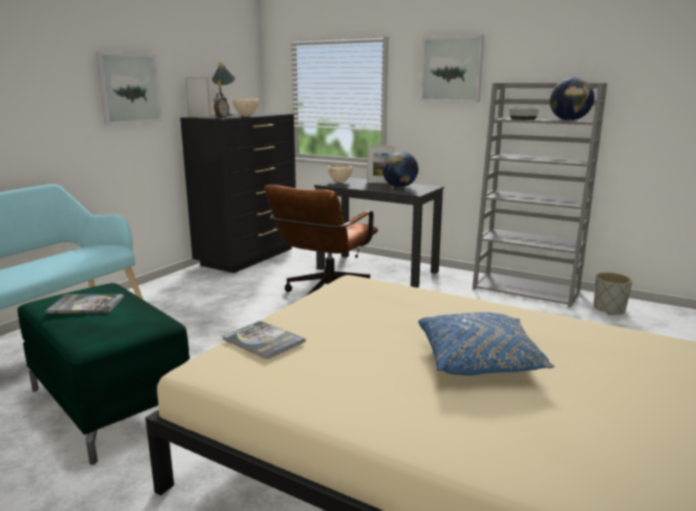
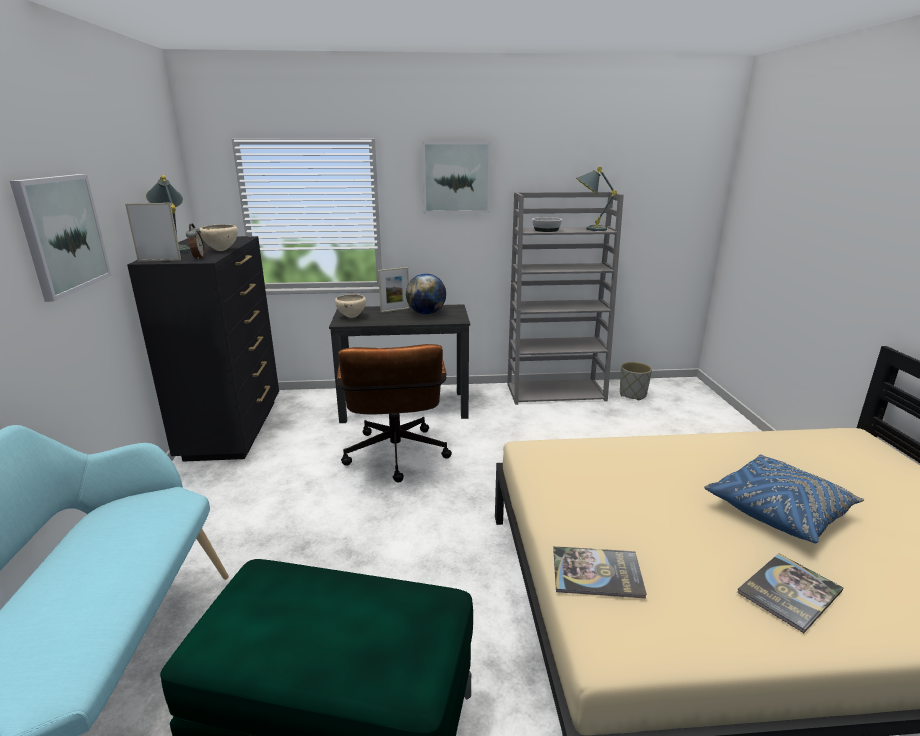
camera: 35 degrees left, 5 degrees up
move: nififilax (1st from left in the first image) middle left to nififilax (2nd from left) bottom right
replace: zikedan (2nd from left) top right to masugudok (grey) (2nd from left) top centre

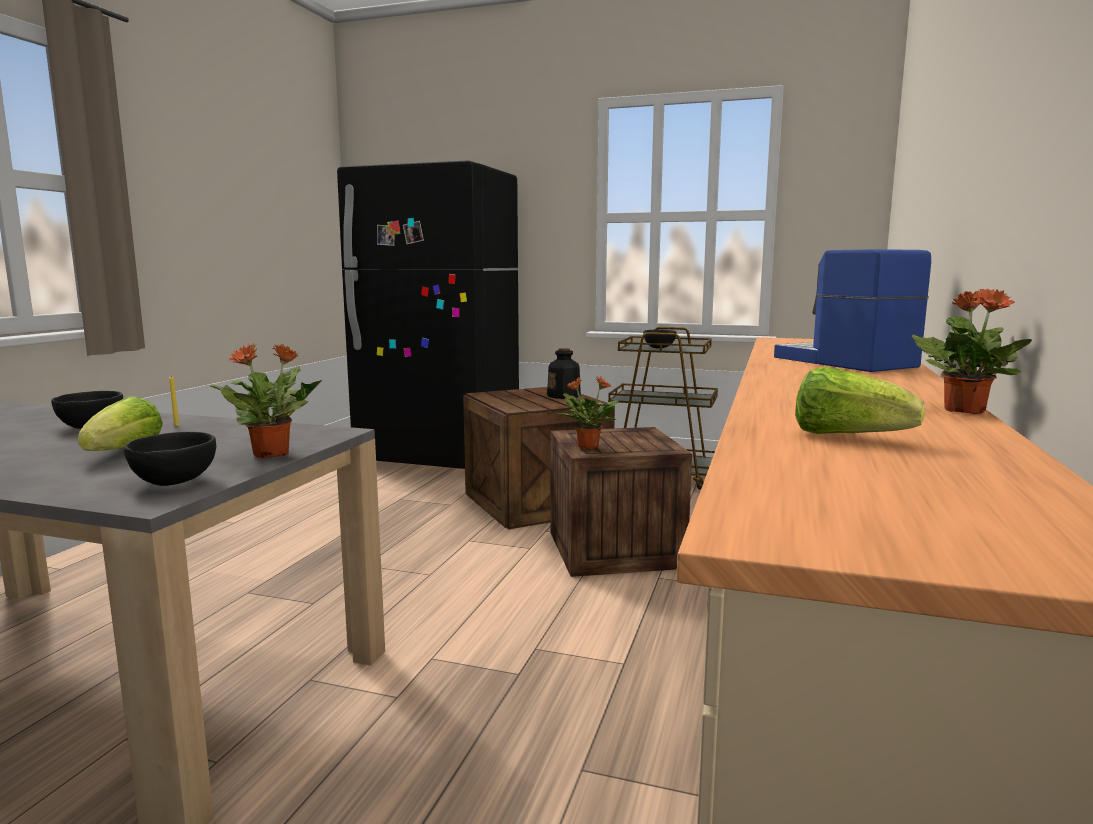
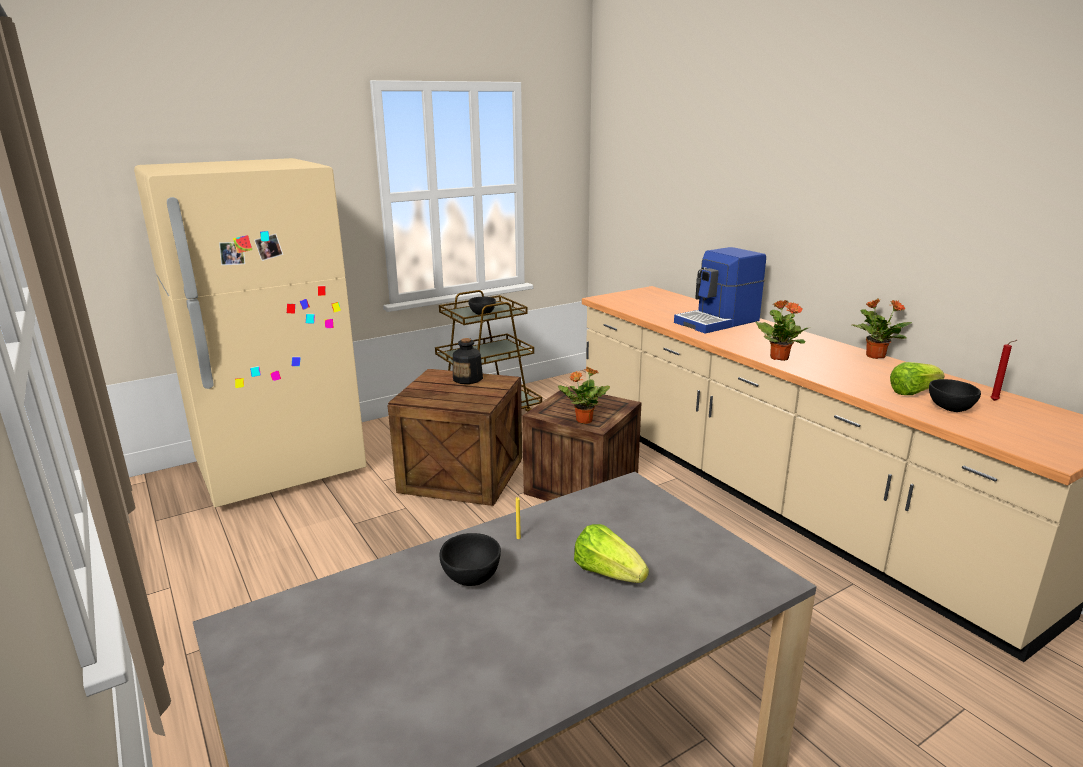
camera: 50 degrees left, 10 degrees up
insert: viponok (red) middle right
move: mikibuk (1st from left in the first image) middle left to mikibuk (2nd from left) middle right; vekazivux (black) (2nd from left in the first image) middle left to vekazivux (black) (3rd from left) middle right
recolor: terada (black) centre to terada (beige) middle left
rotate: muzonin middle right = centre 45 degrees counterclockwise

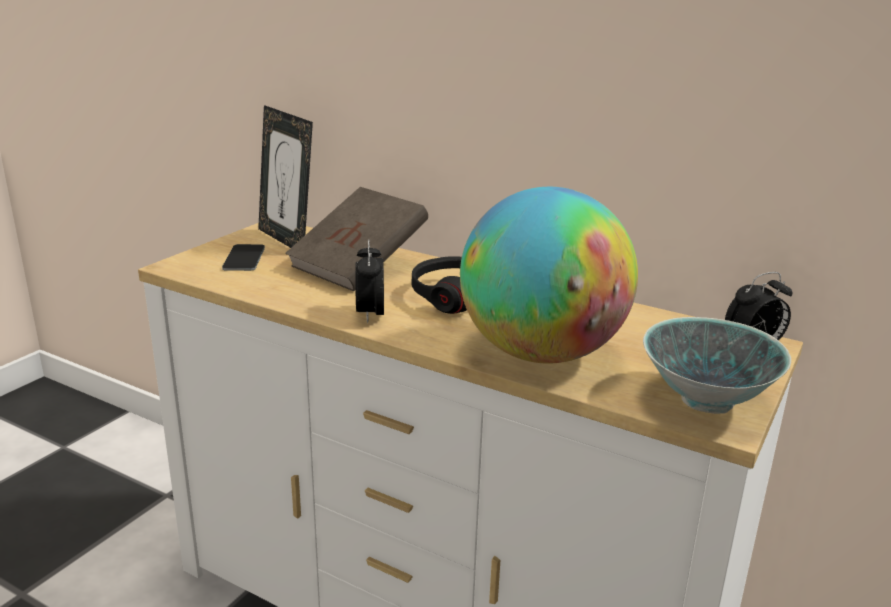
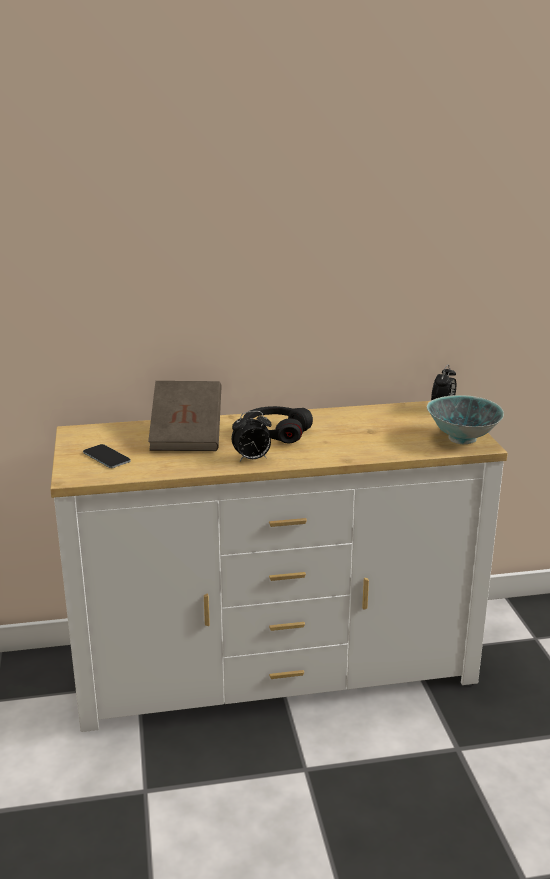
camera: 40 degrees left, 0 degrees up
delete: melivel top left; zikedan centre
rotate: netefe (1st from left) centre = centre 60 degrees counterclockwise

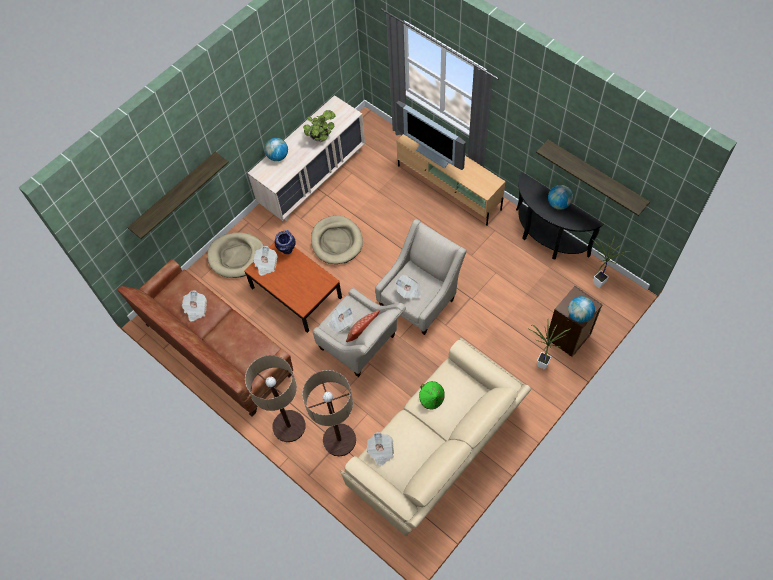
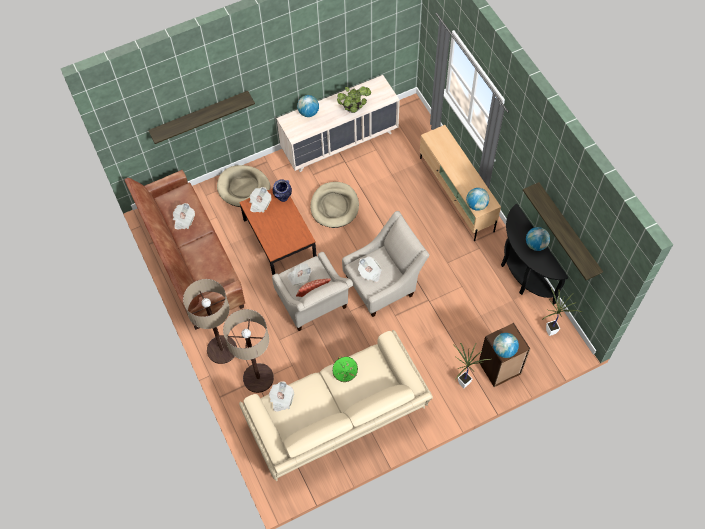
camera: 20 degrees right, 0 degrees up
delete: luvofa top centre
insert: zikedan (2nd from left) middle right

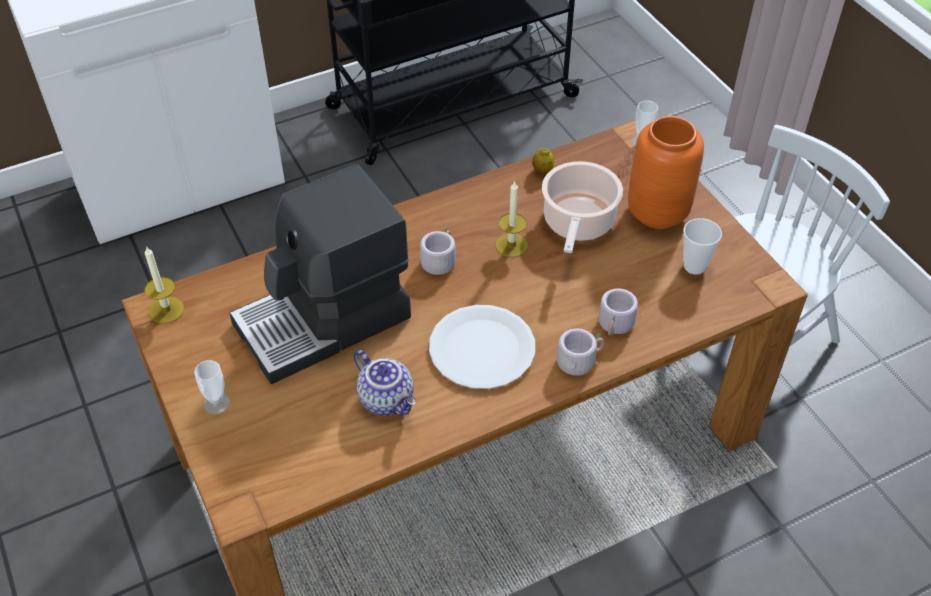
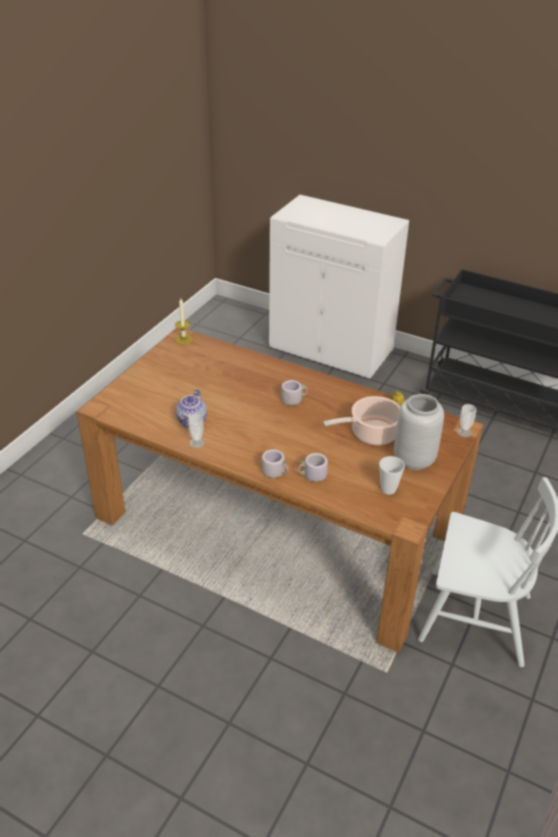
camera: 55 degrees right, 10 degrees down
delete: muzonin centre; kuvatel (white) centre; viponok (2nd from left) centre
move: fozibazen (1st from left) middle left to centre
recolor: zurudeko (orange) top right to zurudeko (grey) middle right

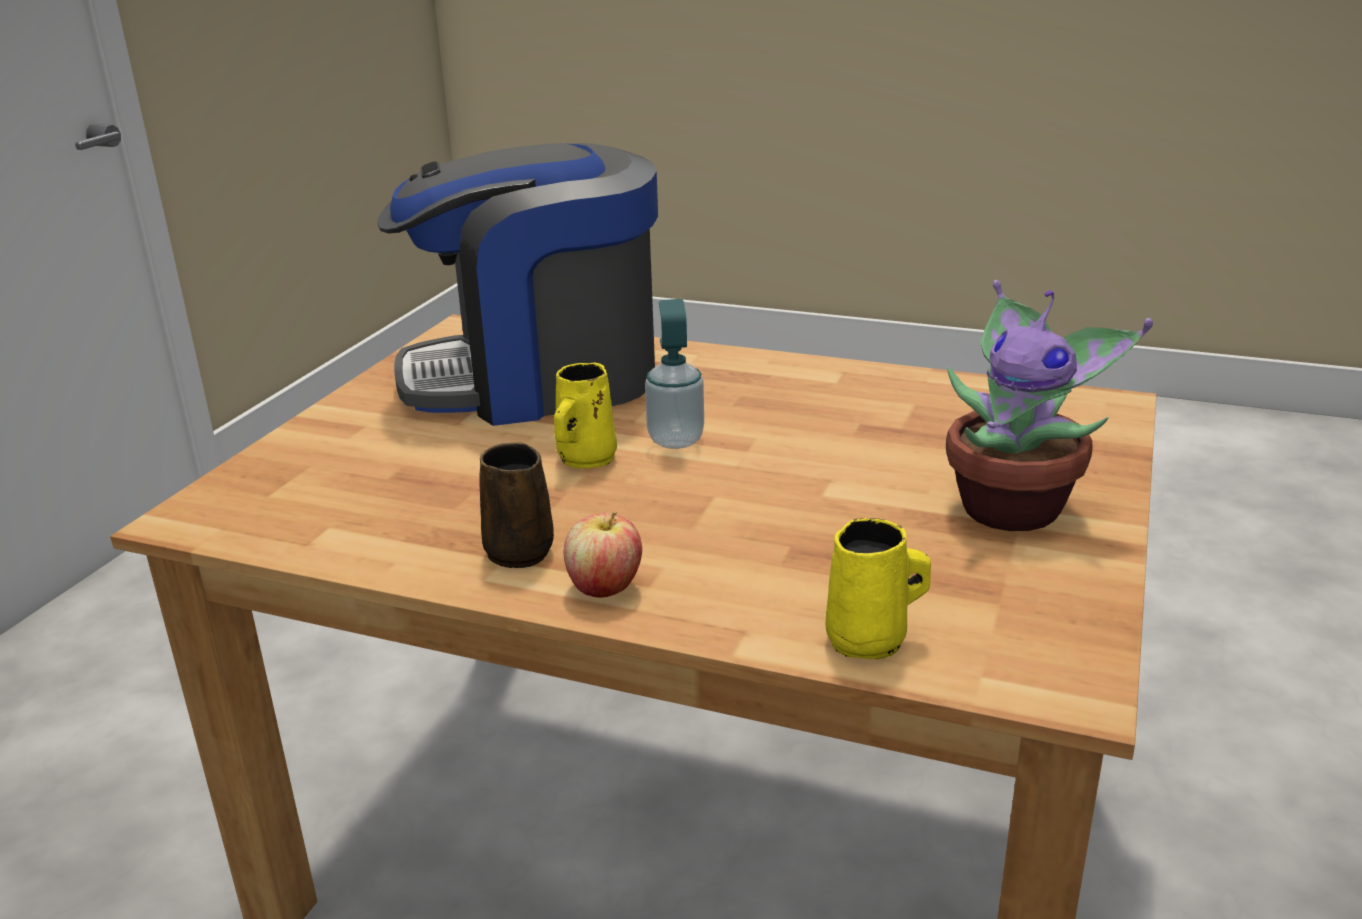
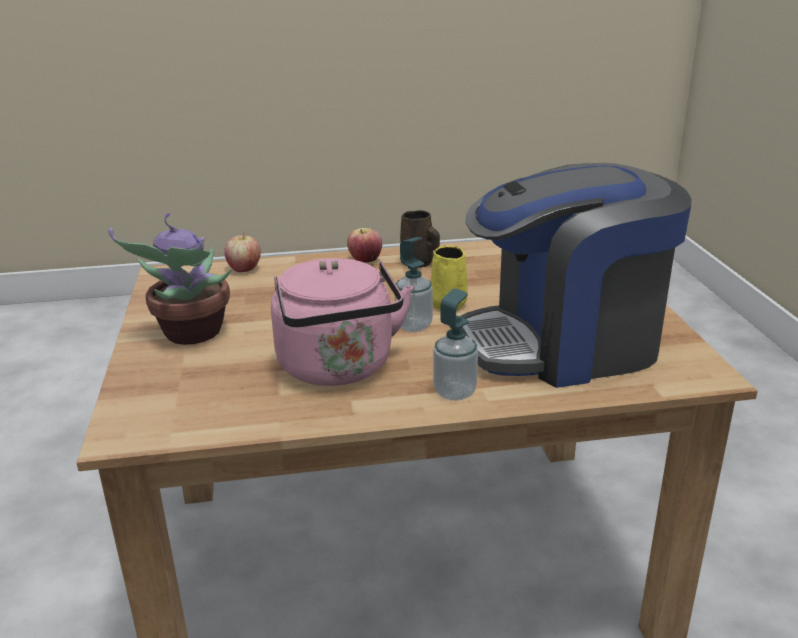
camera: 150 degrees right, 0 degrees up
insert: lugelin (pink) centre; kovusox (2nd from left) centre
replace: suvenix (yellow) (2nd from left) centre to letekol (1st from left) middle left
rotate: muzonin top centre = middle right 150 degrees counterclockwise

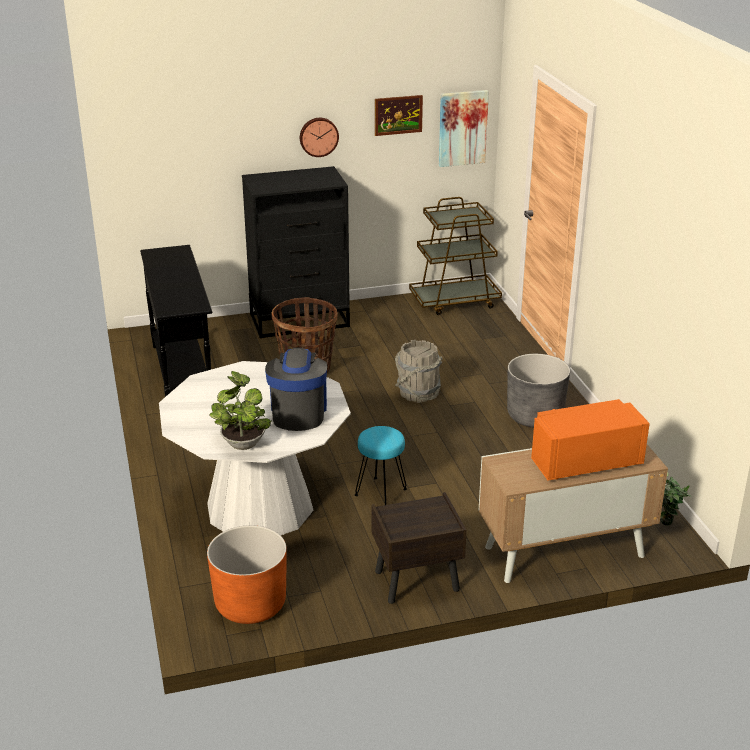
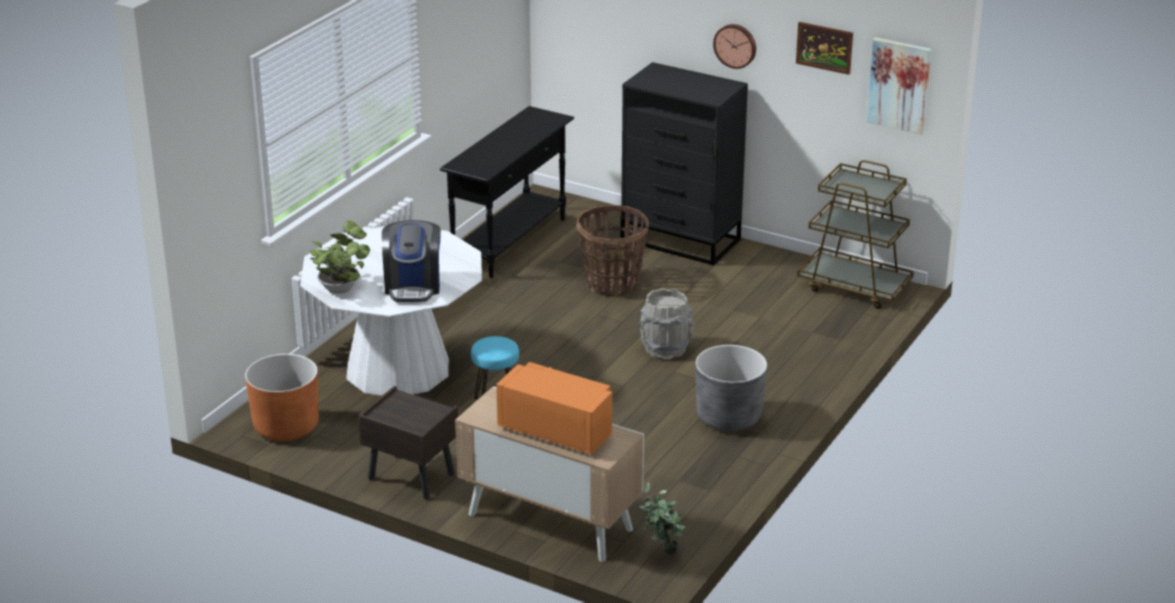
camera: 45 degrees right, 0 degrees up
rotate: muzonin centre = centre 135 degrees clockwise

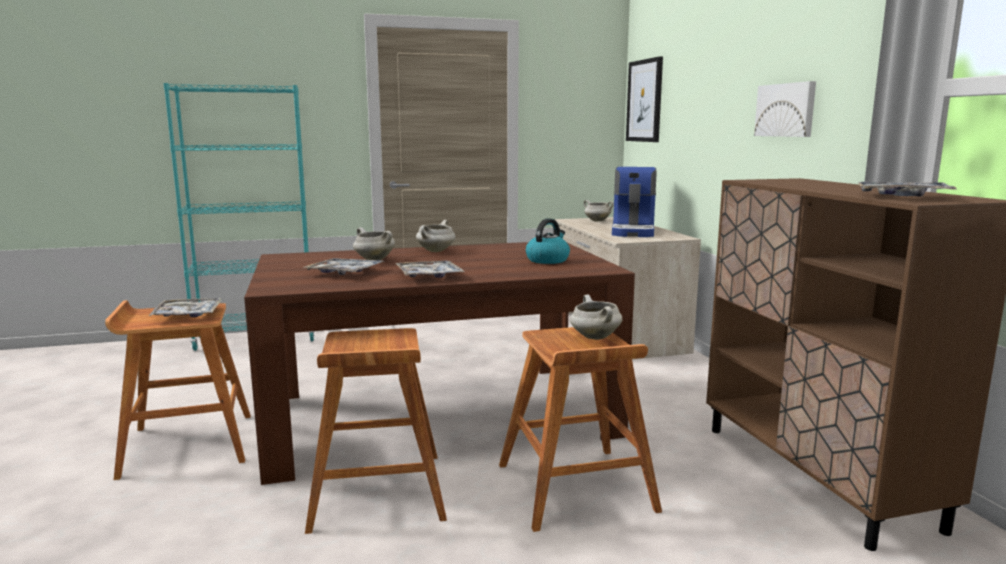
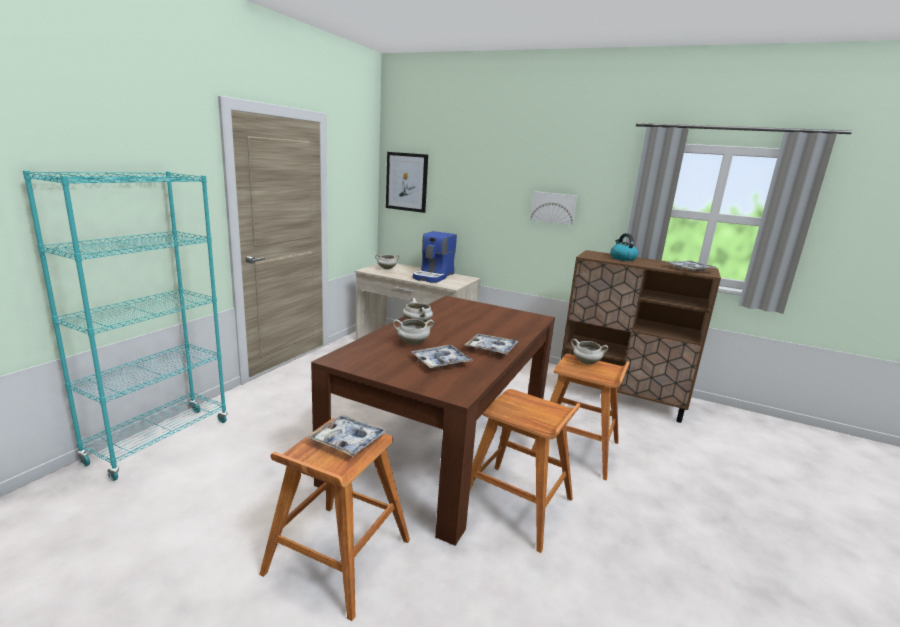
camera: 50 degrees left, 5 degrees up
move: lugelin centre to middle right
rotate: muzonin centre = centre 60 degrees clockwise

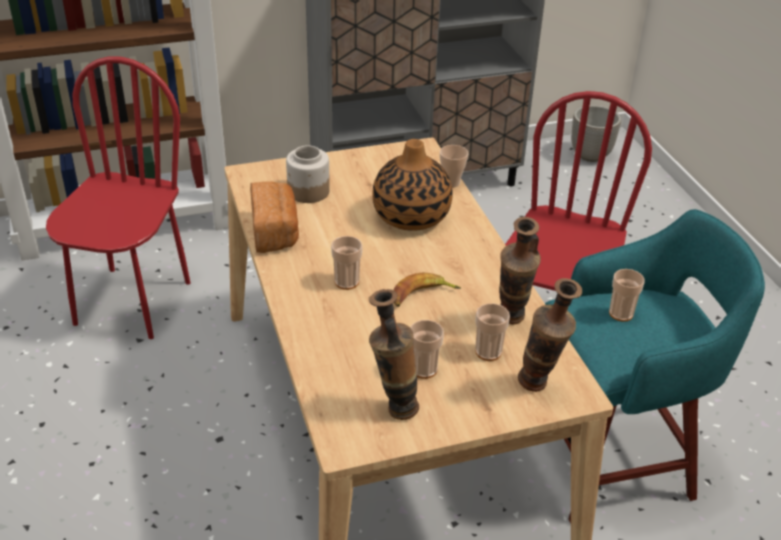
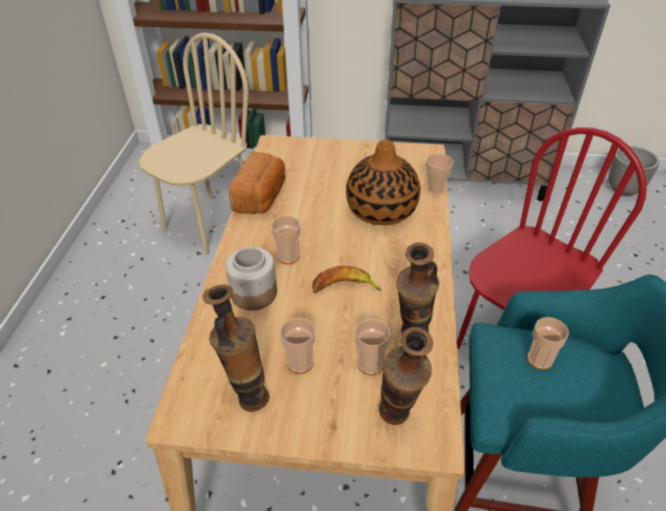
camera: 25 degrees right, 5 degrees up
move: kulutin top centre to centre
recolor: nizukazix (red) (1st from left) middle left to nizukazix (beige) top left

